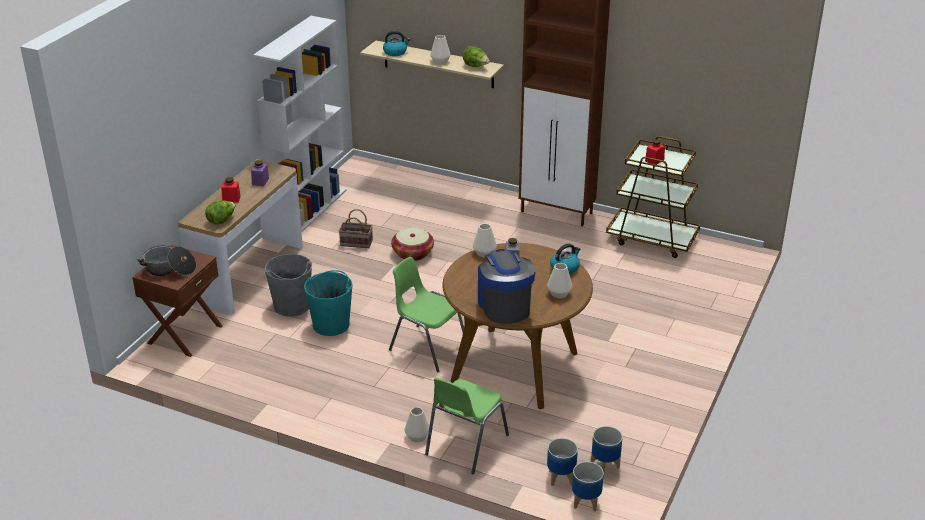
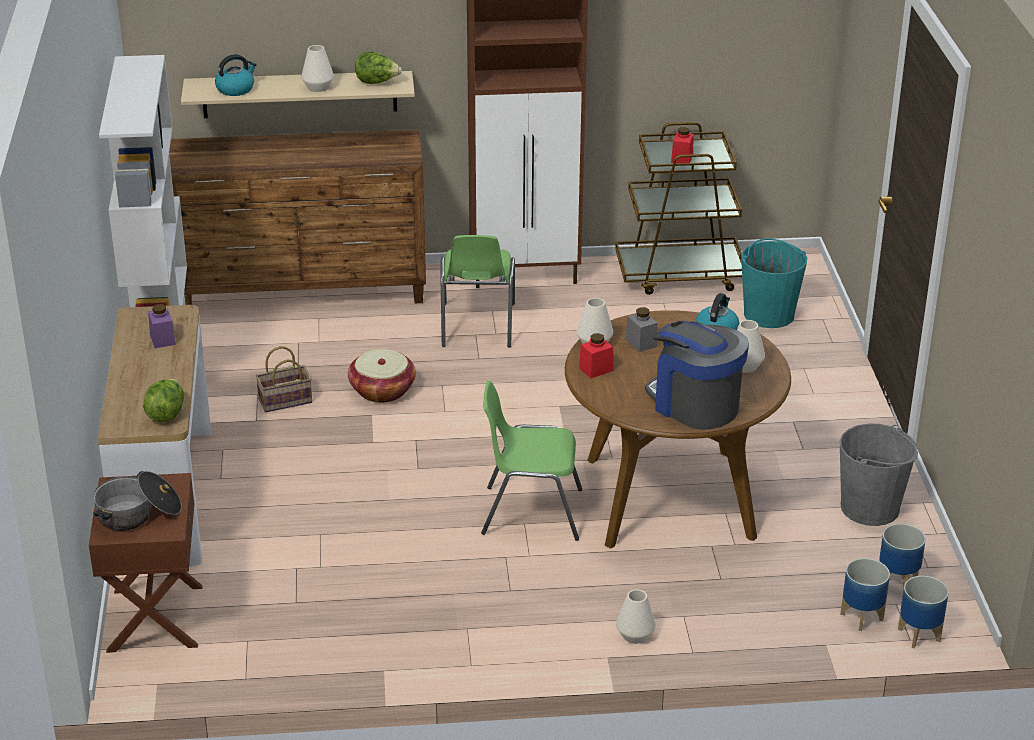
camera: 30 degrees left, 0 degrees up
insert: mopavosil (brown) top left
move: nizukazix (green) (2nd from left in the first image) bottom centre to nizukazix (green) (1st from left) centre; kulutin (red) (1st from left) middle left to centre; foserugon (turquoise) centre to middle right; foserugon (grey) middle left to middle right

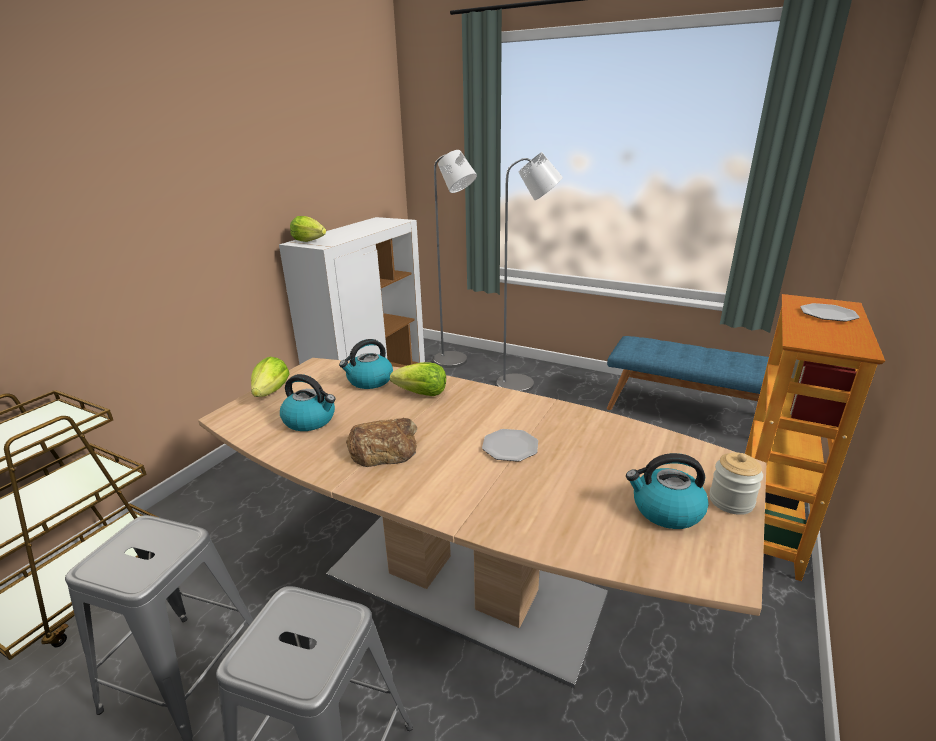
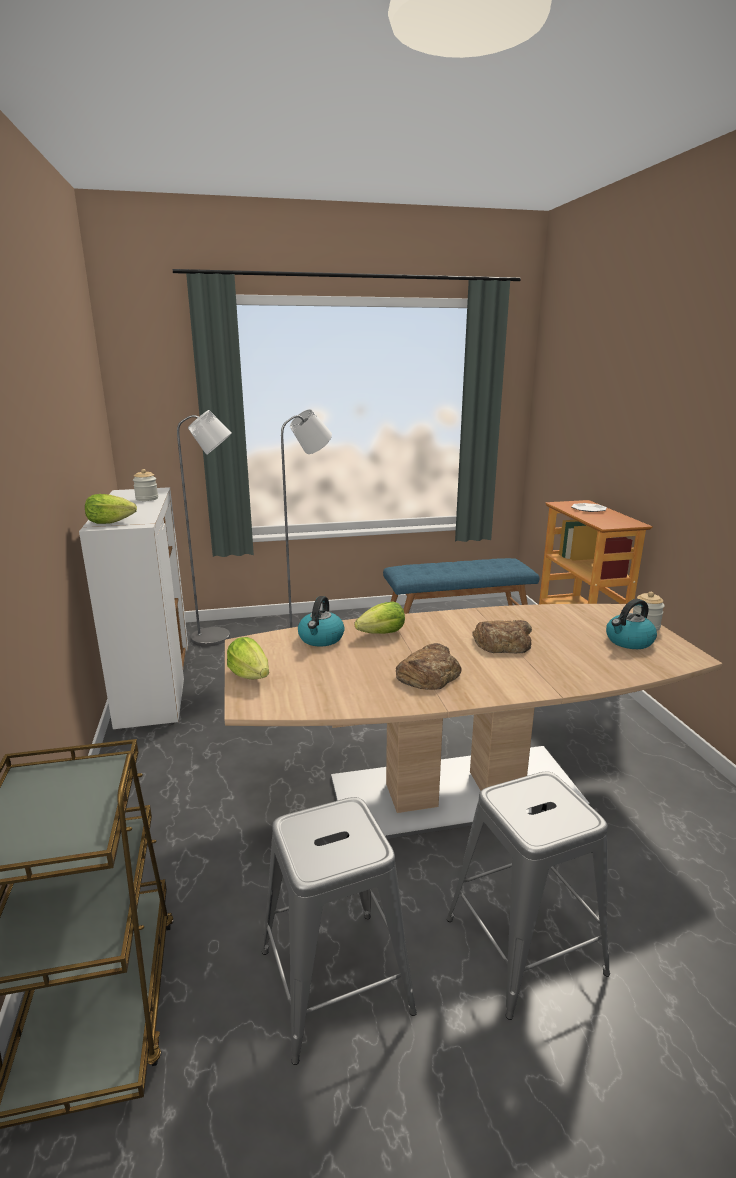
camera: 40 degrees left, 5 degrees down
delete: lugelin (1st from left) middle left
insert: kulutin (1st from left) middle left
replace: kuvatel (1st from left) centre to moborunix (2nd from left) middle right

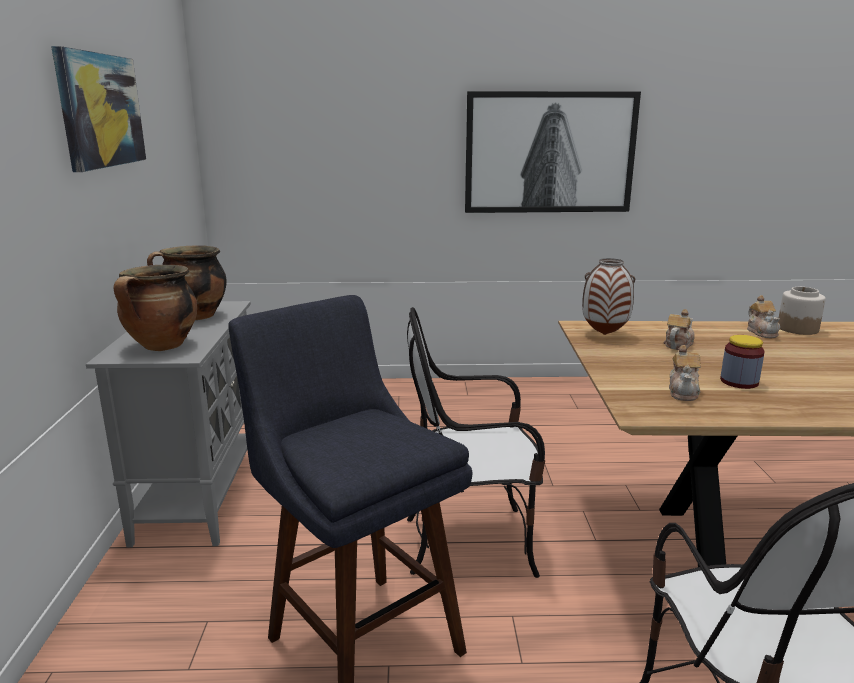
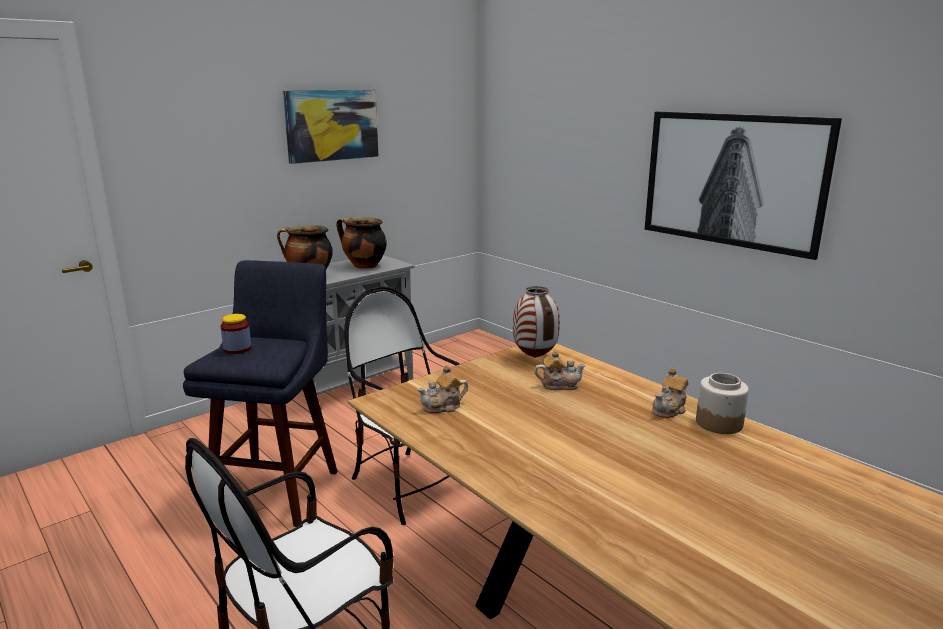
camera: 50 degrees right, 0 degrees up
move: kulutin (1st from left) middle right to middle left

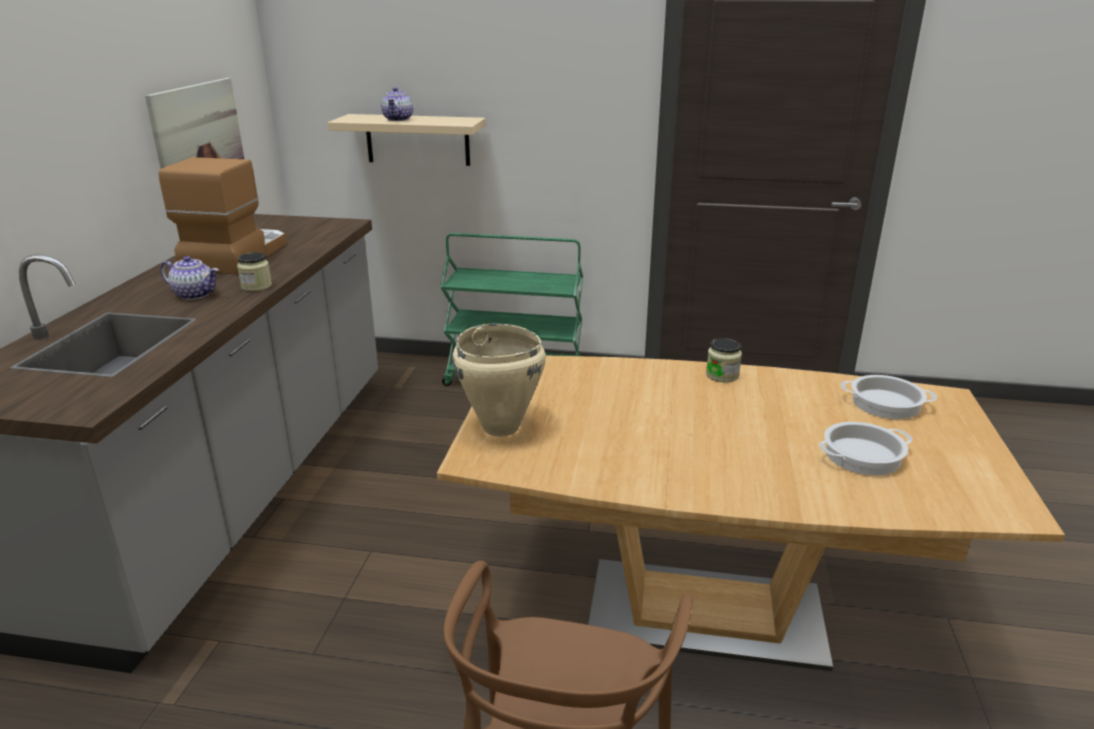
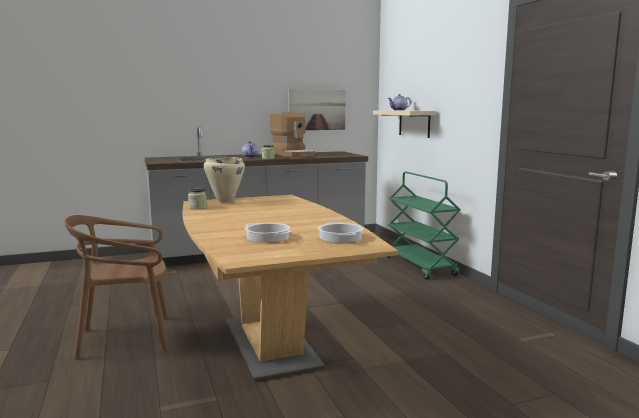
camera: 60 degrees right, 15 degrees down
move: kulutin (2nd from left in the first image) centre to kulutin (1st from left) middle left
rotate: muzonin top left = top centre 75 degrees clockwise

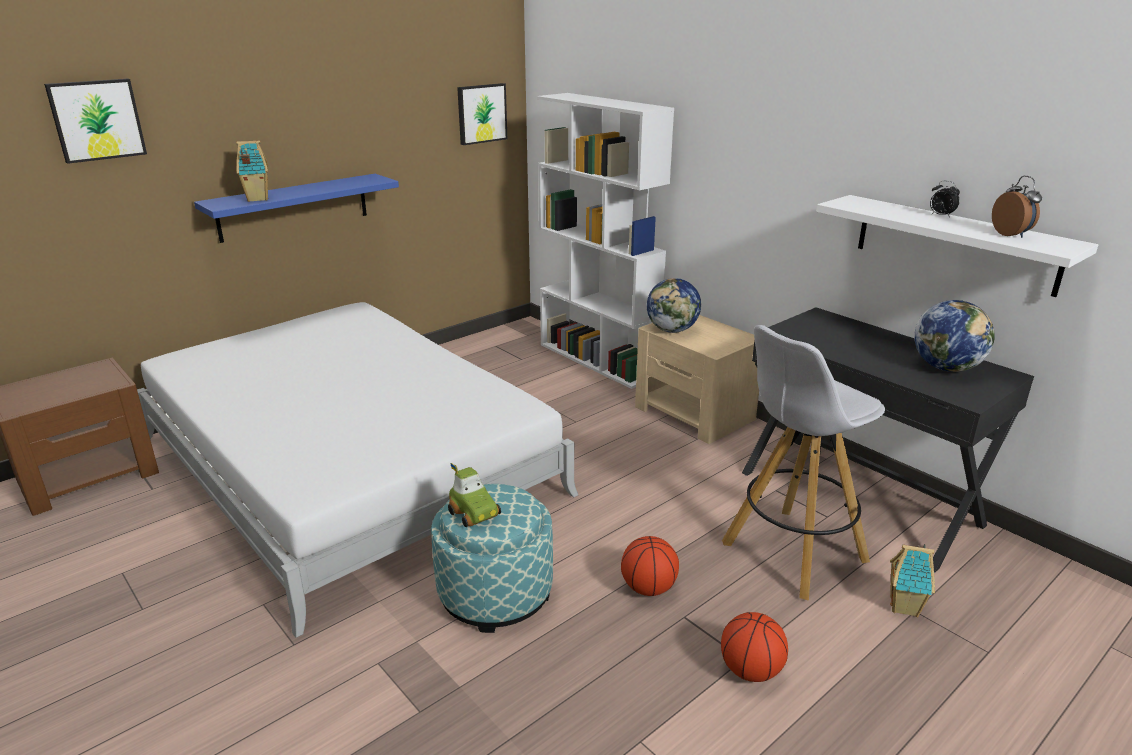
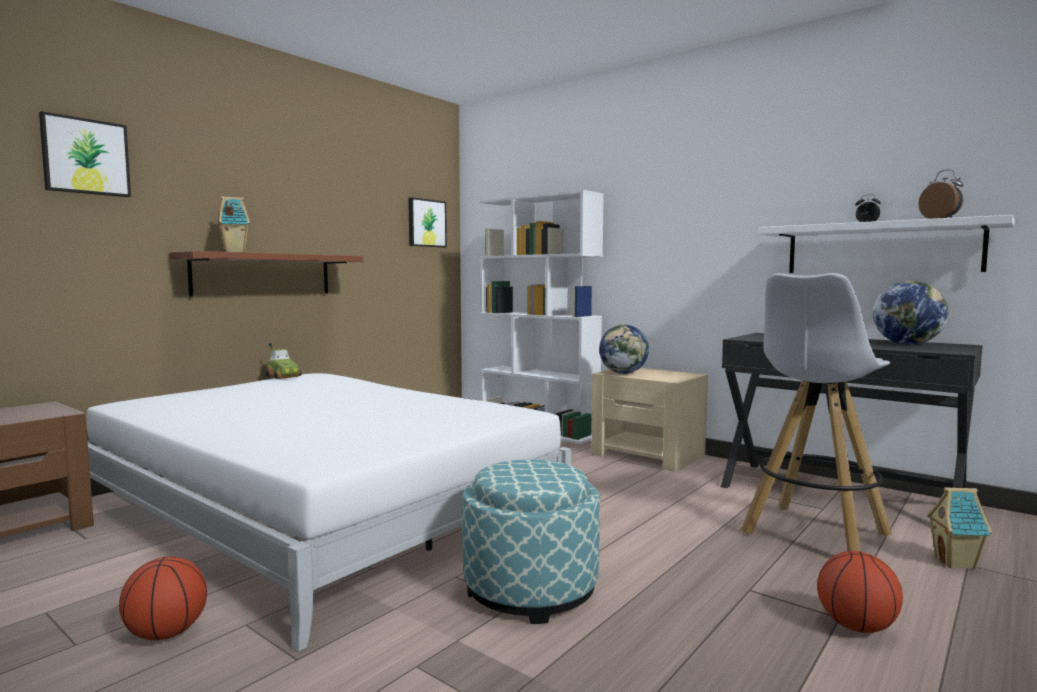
camera: 10 degrees left, 20 degrees down
move: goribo (1st from left) bottom centre to bottom left; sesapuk centre to middle left
recolor: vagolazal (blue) top left to vagolazal (brown) middle left

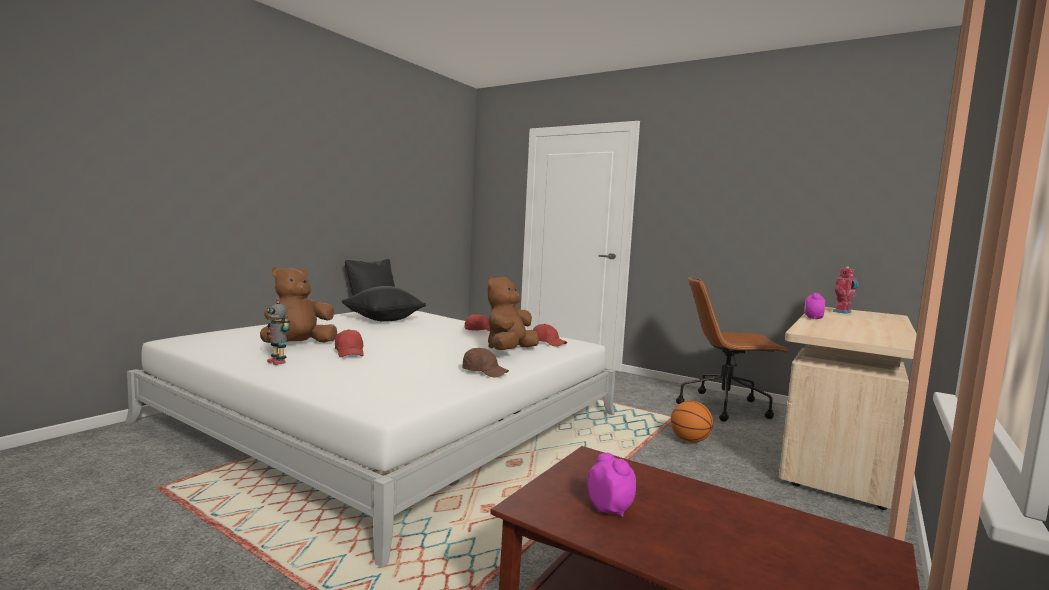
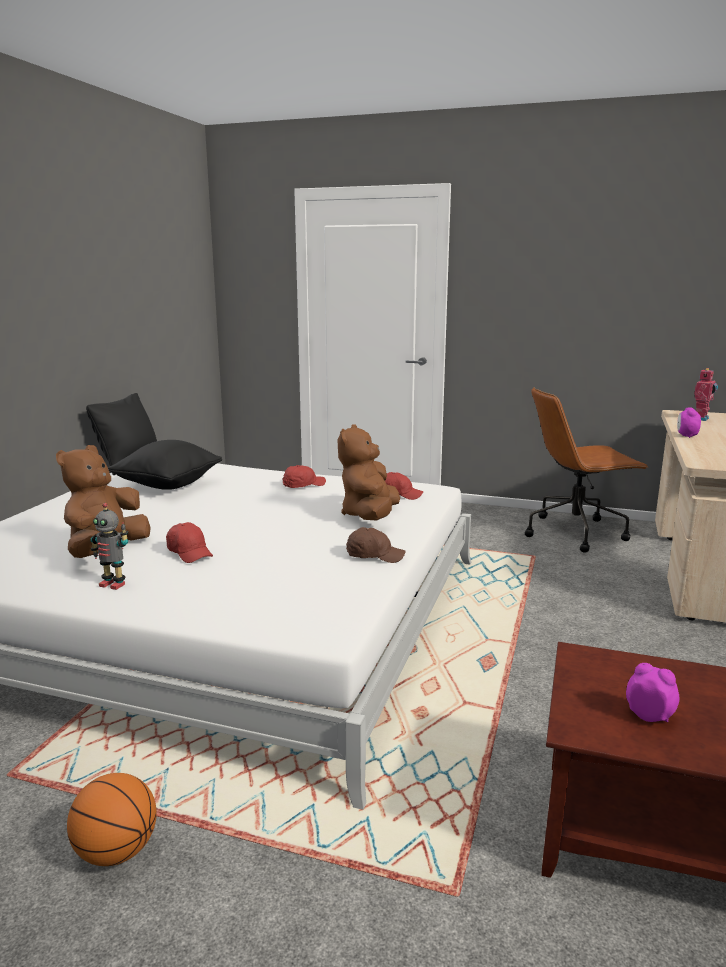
camera: 15 degrees left, 10 degrees up
move: goribo bottom centre to bottom left

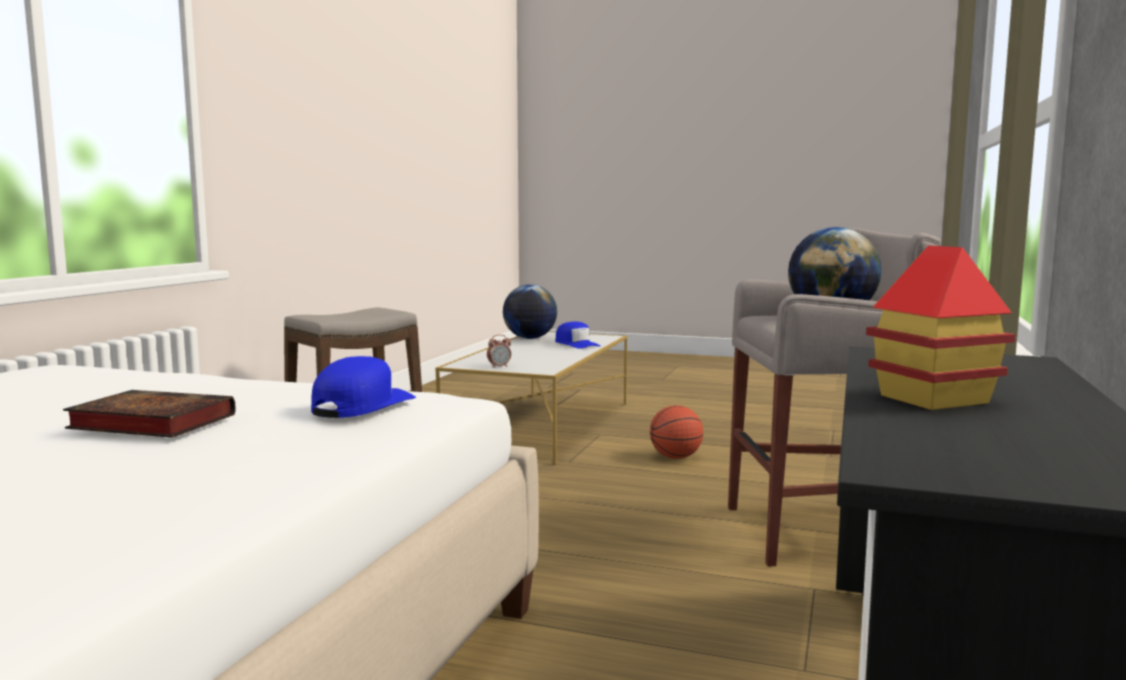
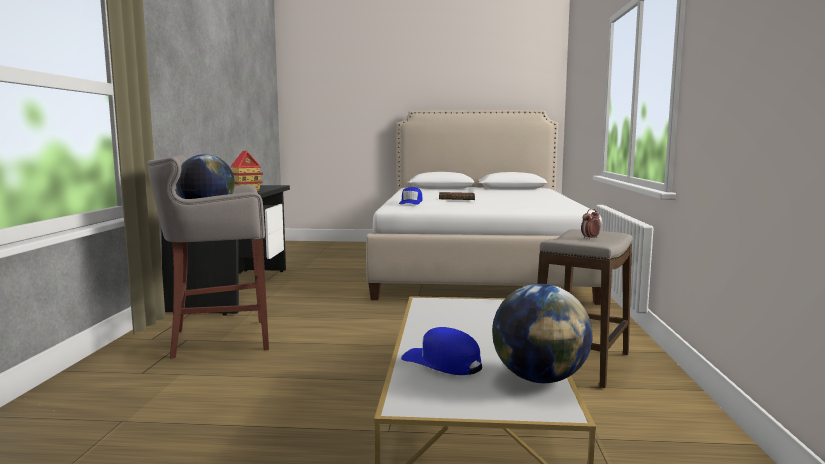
camera: 165 degrees right, 0 degrees up
delete: goribo centre
move: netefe centre to middle right

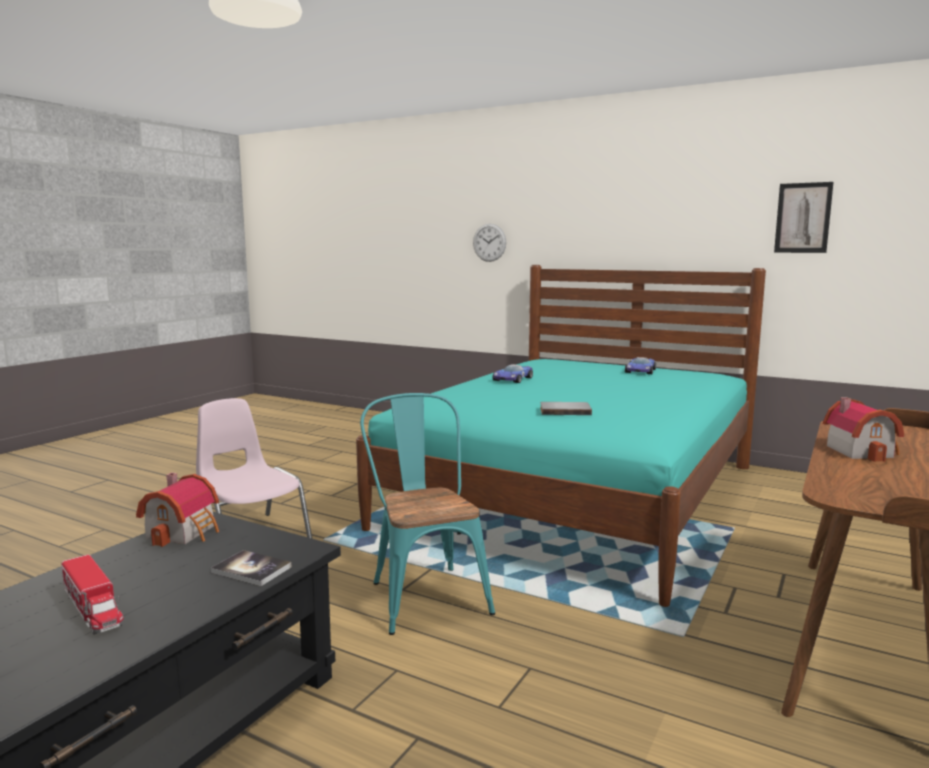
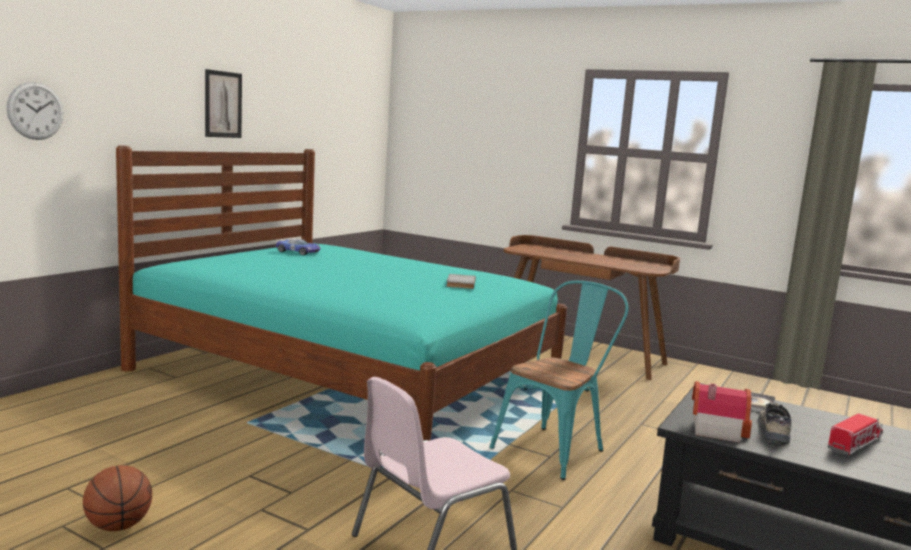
camera: 90 degrees left, 0 degrees up
delete: sesapuk (1st from left) centre; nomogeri (2nd from left) middle right
insert: goribo bottom left; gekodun bottom right
move: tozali top right to top left
rotate: nizukazix (turquoise) bottom centre = bottom centre 150 degrees clockwise

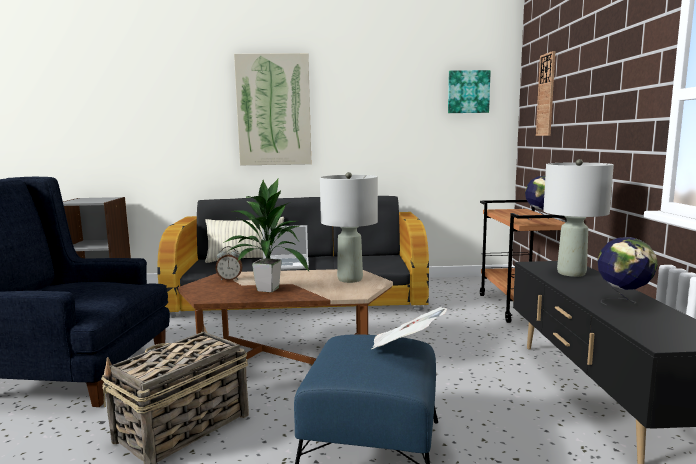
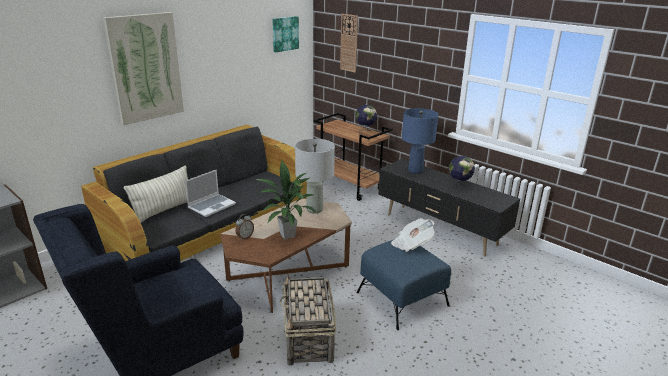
camera: 45 degrees left, 15 degrees up
recolor: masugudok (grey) (2nd from left) middle right to masugudok (blue) centre

